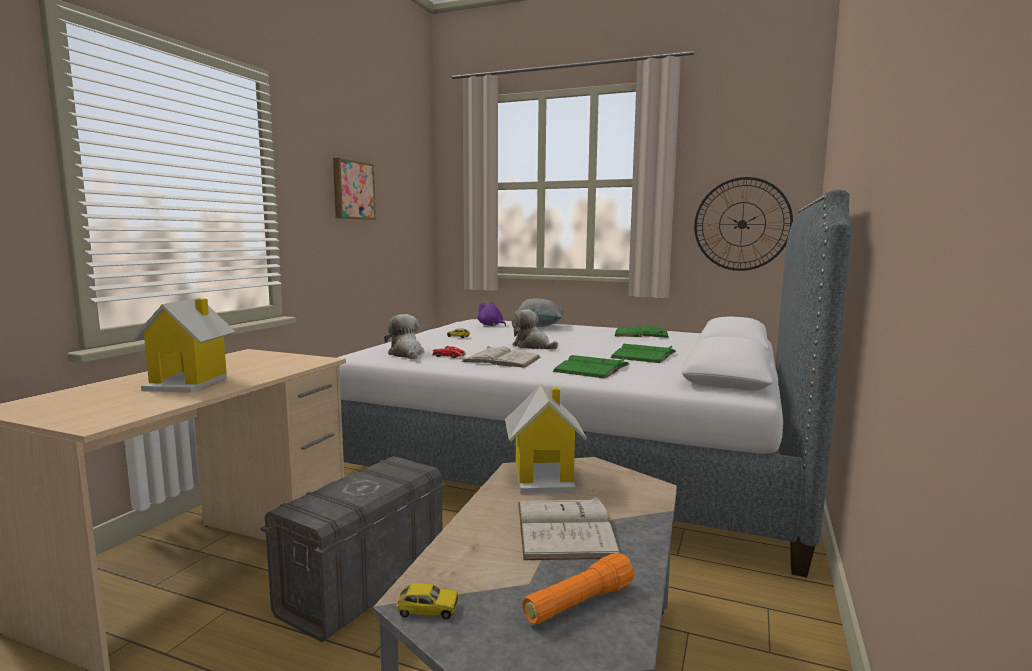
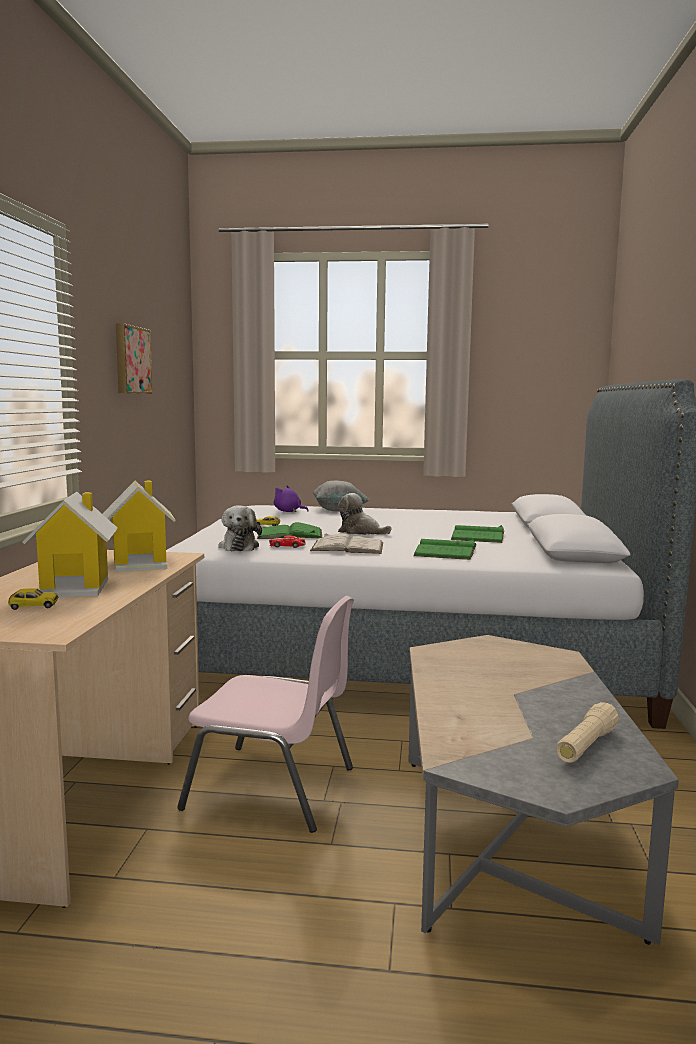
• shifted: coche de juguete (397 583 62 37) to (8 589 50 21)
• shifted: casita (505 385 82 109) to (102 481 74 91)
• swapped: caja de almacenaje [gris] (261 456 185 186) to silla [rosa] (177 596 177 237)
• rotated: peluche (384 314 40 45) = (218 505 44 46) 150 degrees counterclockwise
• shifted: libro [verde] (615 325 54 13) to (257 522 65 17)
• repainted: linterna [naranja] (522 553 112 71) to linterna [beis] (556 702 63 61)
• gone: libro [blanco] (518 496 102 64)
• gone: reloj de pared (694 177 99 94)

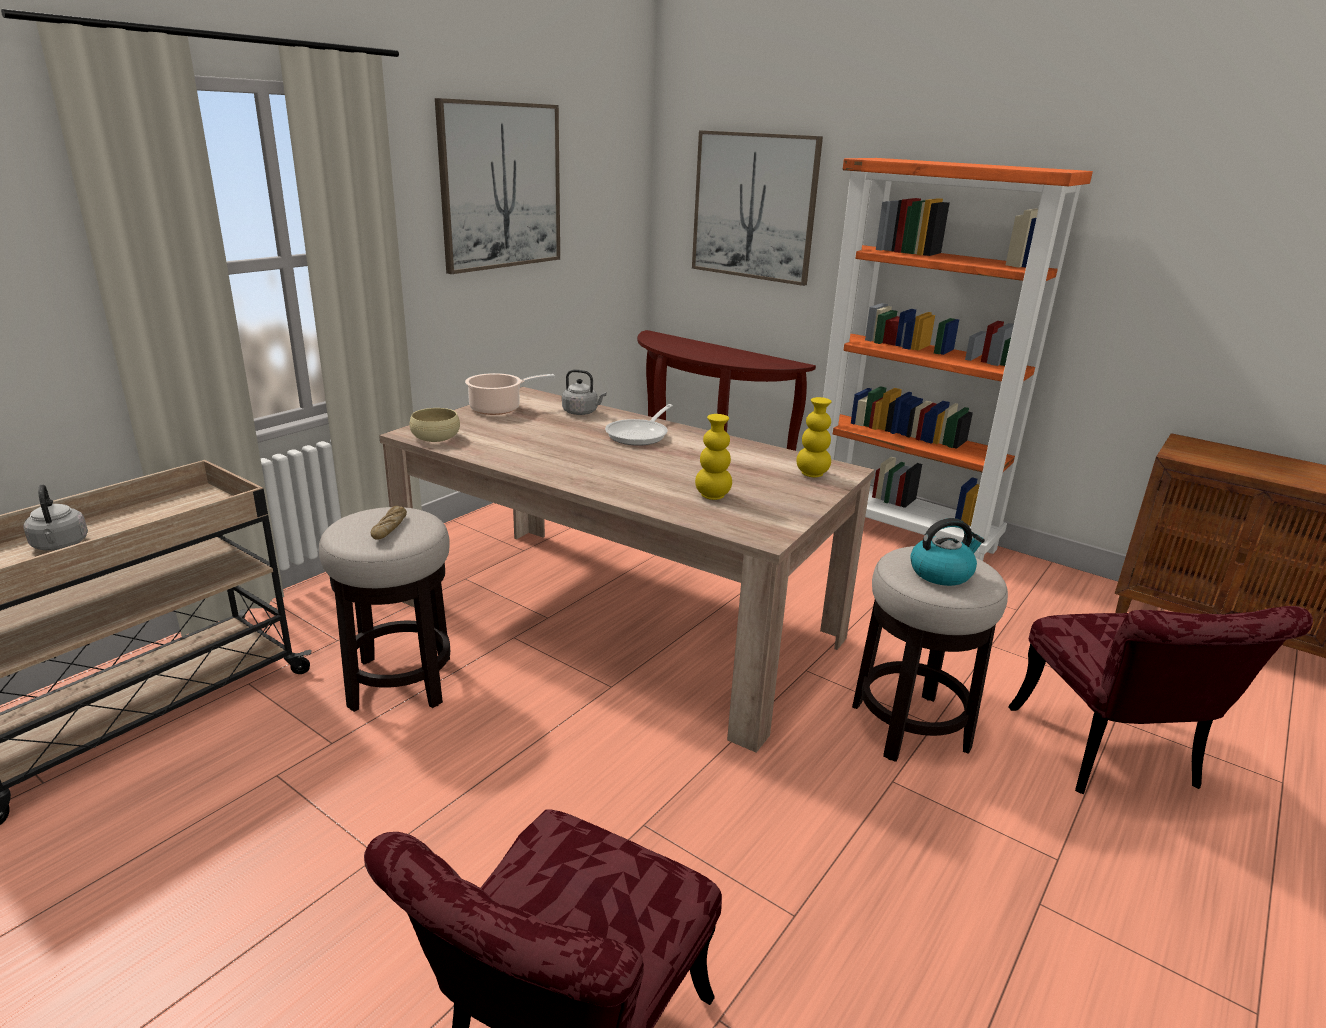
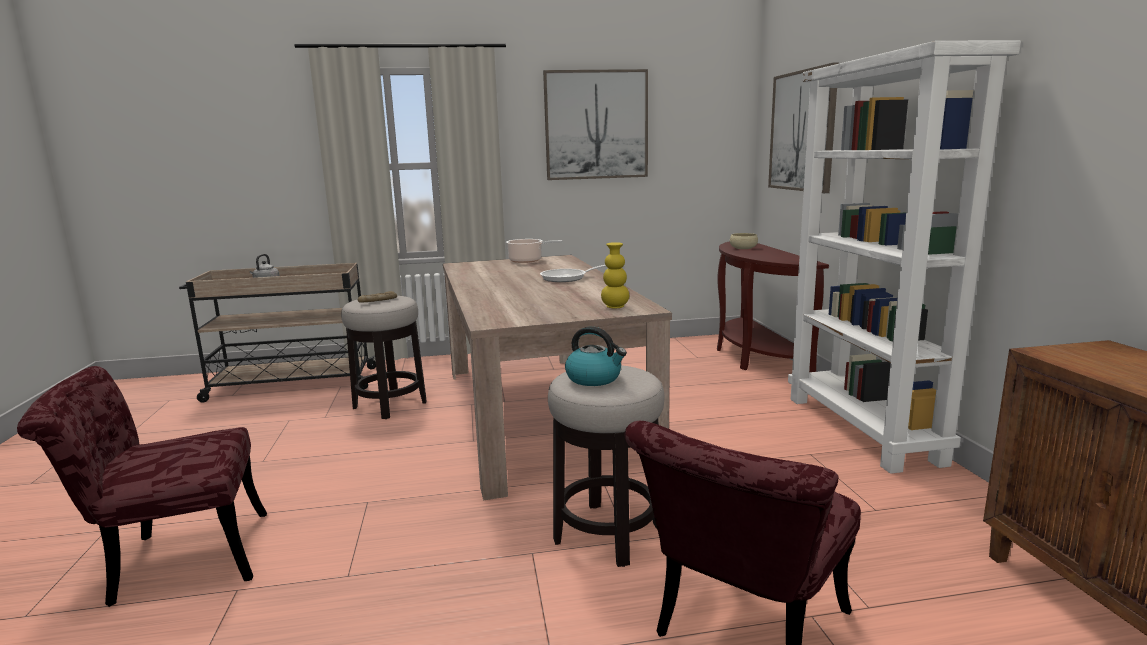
• shifted: cuenco [beis] (410 408 50 34) to (730 233 28 16)
• repainted: estantería [naranja] (823 158 270 403) to estantería [blanco] (788 41 233 433)
• gone: hervidor [gris] (562 369 44 46)
• gone: florero [amarillo] (695 414 37 86)

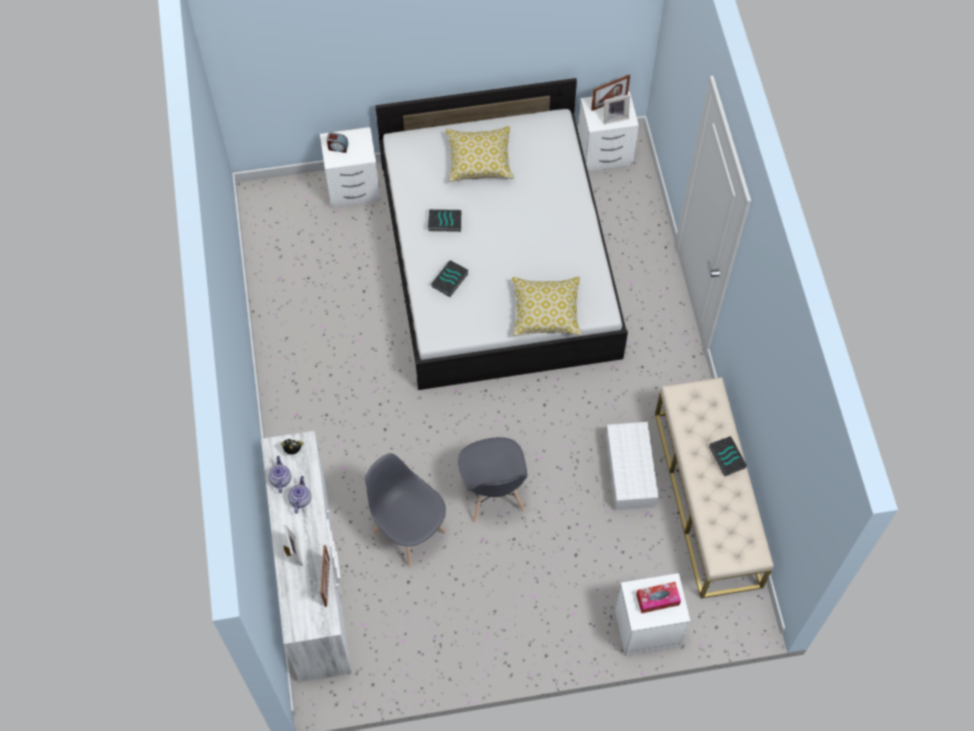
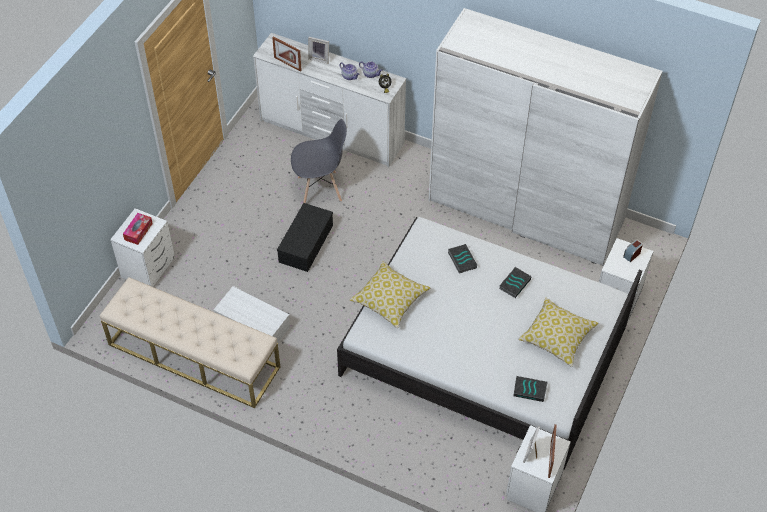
• swapped: silla [gris] (458 437 69 86) to caja de almacenaje [negro] (277 203 56 69)
• new: armario ropero [blanco] (428 8 235 258)
• shifted: libro (709 436 38 41) to (513 376 35 26)

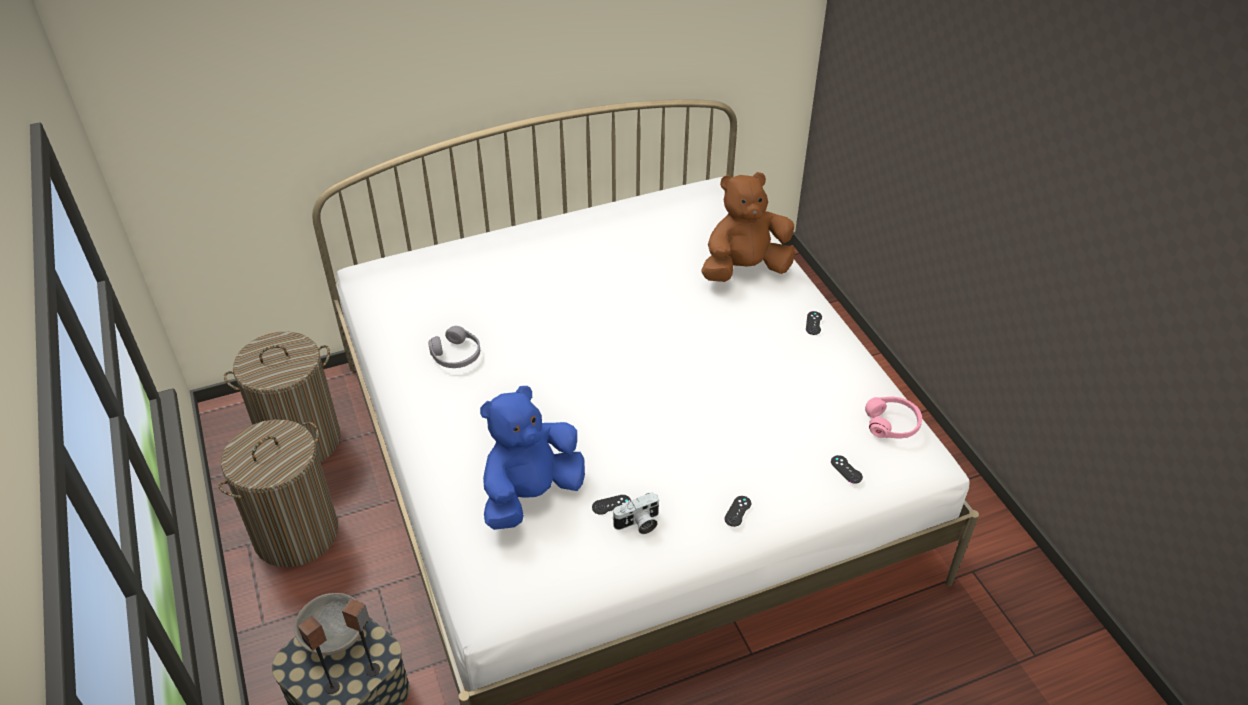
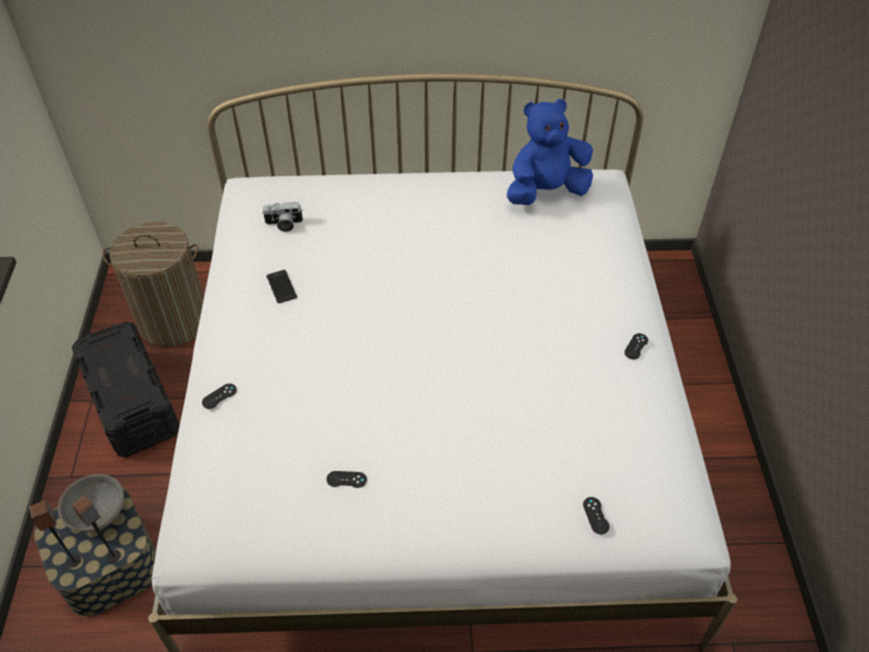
• swapped: cesto de la ropa (218 419 120 148) to caja de almacenaje [negro] (72 322 107 136)
• shifted: mando de consola [negro] (724 496 27 31) to (202 384 35 25)
• shifted: cámara (612 492 48 42) to (262 202 41 30)
• swapped: auriculares [gris] (428 326 52 42) to móvil (266 270 31 33)
• shifted: peluche [azul] (480 386 105 144) to (507 99 86 106)
• gone: peluche [marrón] (701 172 94 110)
• gone: auriculares [rosa] (865 397 57 42)

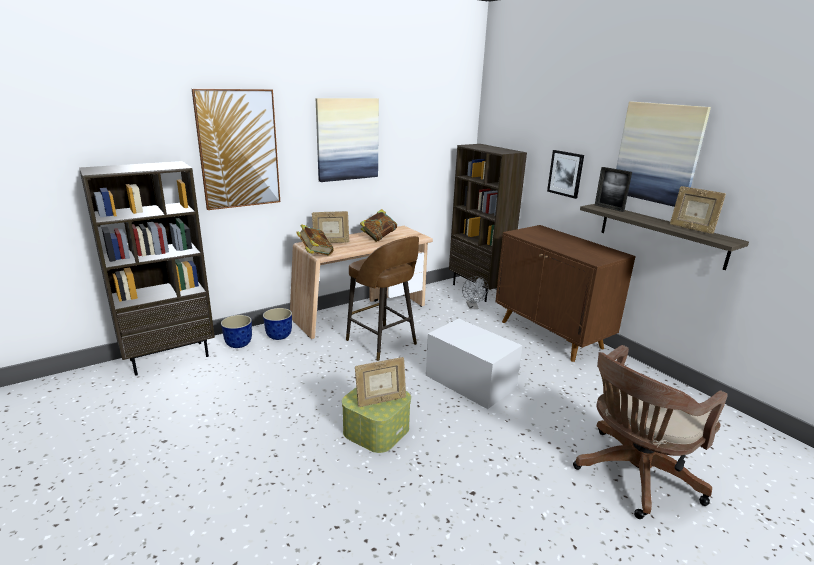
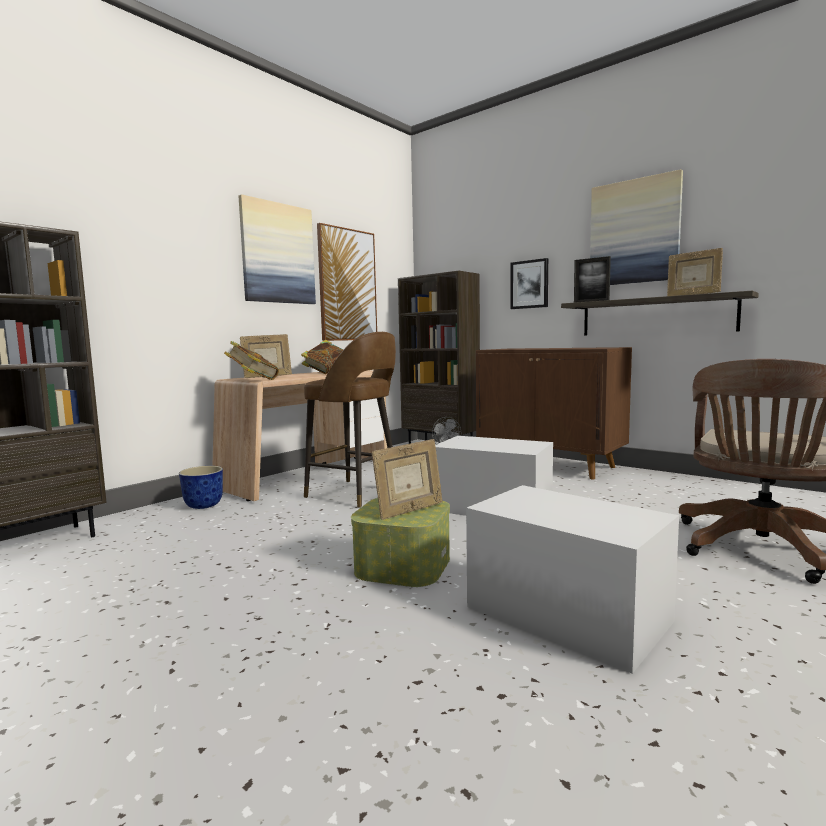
• shifted: cuadro (192 89 88 121) to (317 223 60 118)
• new: caja de almacenaje [blanco] (466 485 213 189)
• gone: maceta (221 315 31 33)

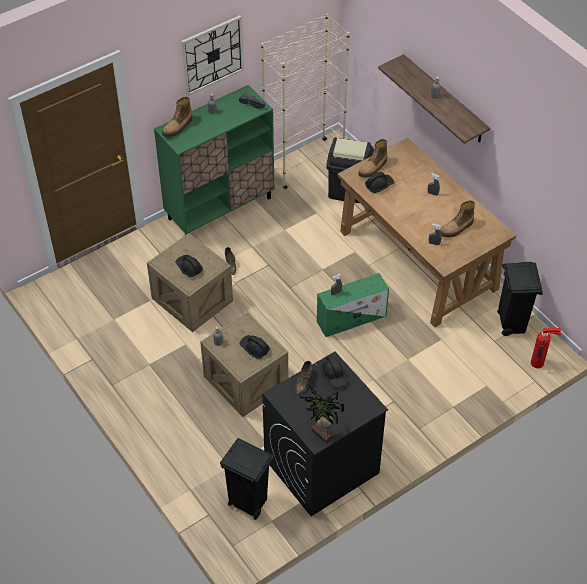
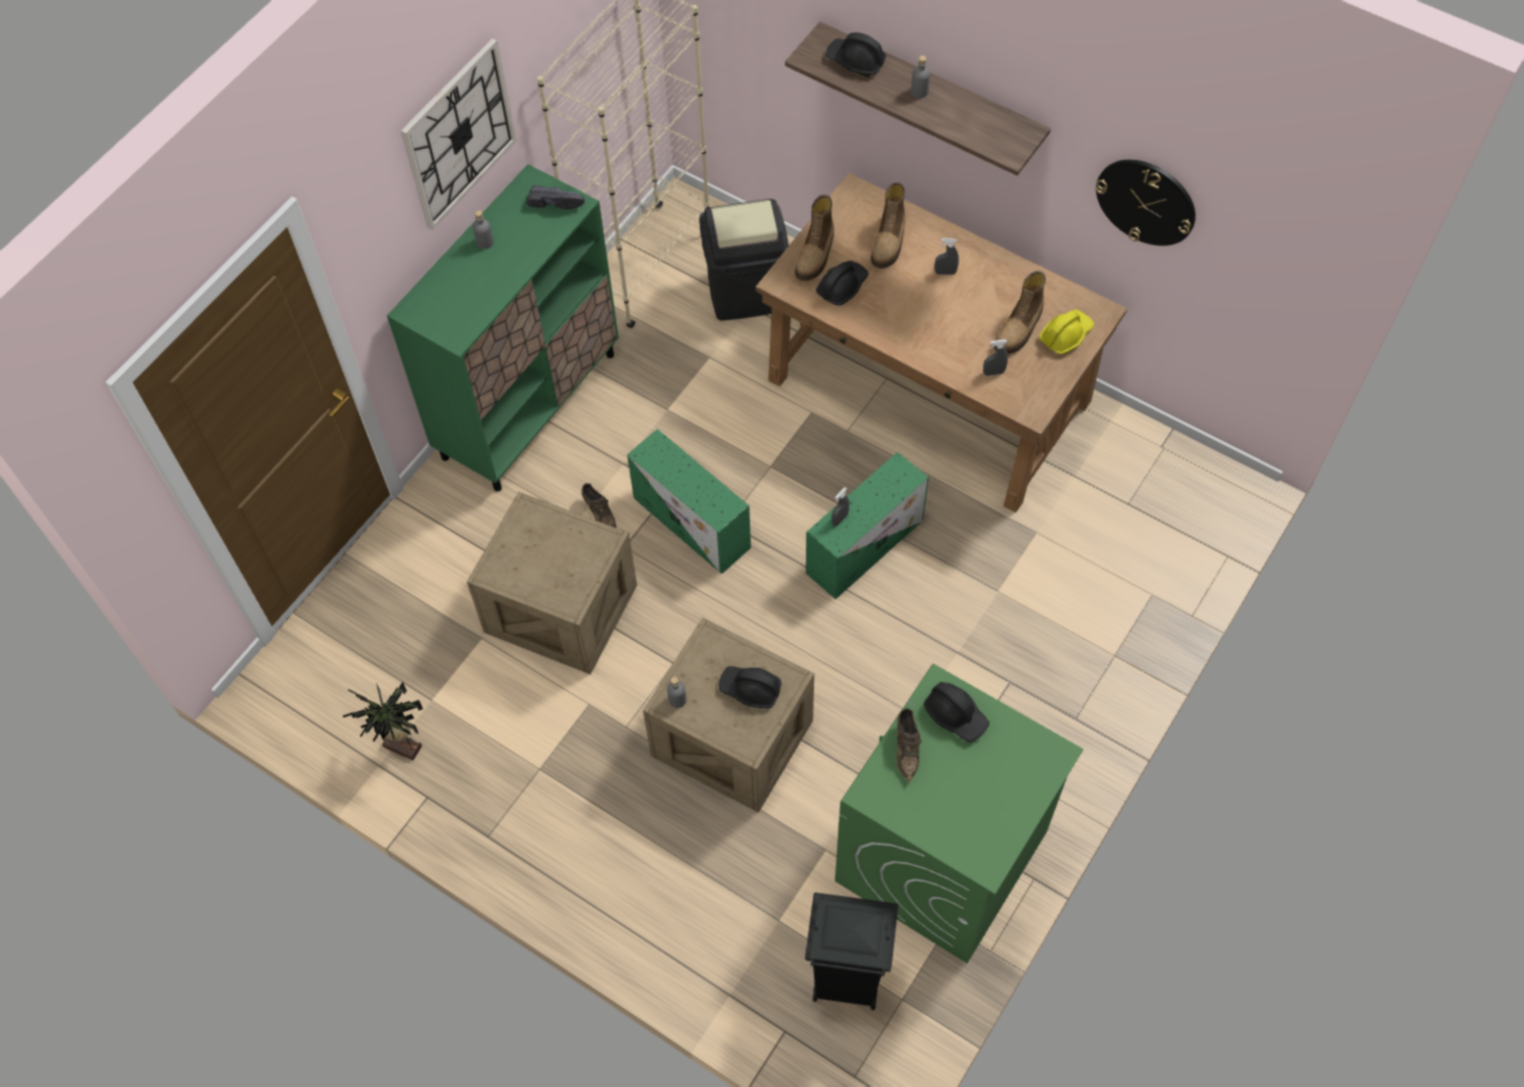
• shifted: planta en maceta (300 384 44 59) to (343 682 80 78)
• new: caja de almacenaje [verde] (627 429 124 145)
• shifted: casco [negro] (175 255 28 22) to (825 32 61 45)
• repainted: lavadora [negro] (262 352 126 164) to lavadora [verde] (835 664 249 299)
• shifted: bota (162 97 31 40) to (871 182 34 86)
• new: casco [amarillo] (1039 310 55 45)
• new: reloj de pared (1095 160 101 86)
• gone: papelera [negro] (497 262 46 74)
• gone: extintor (531 328 30 40)

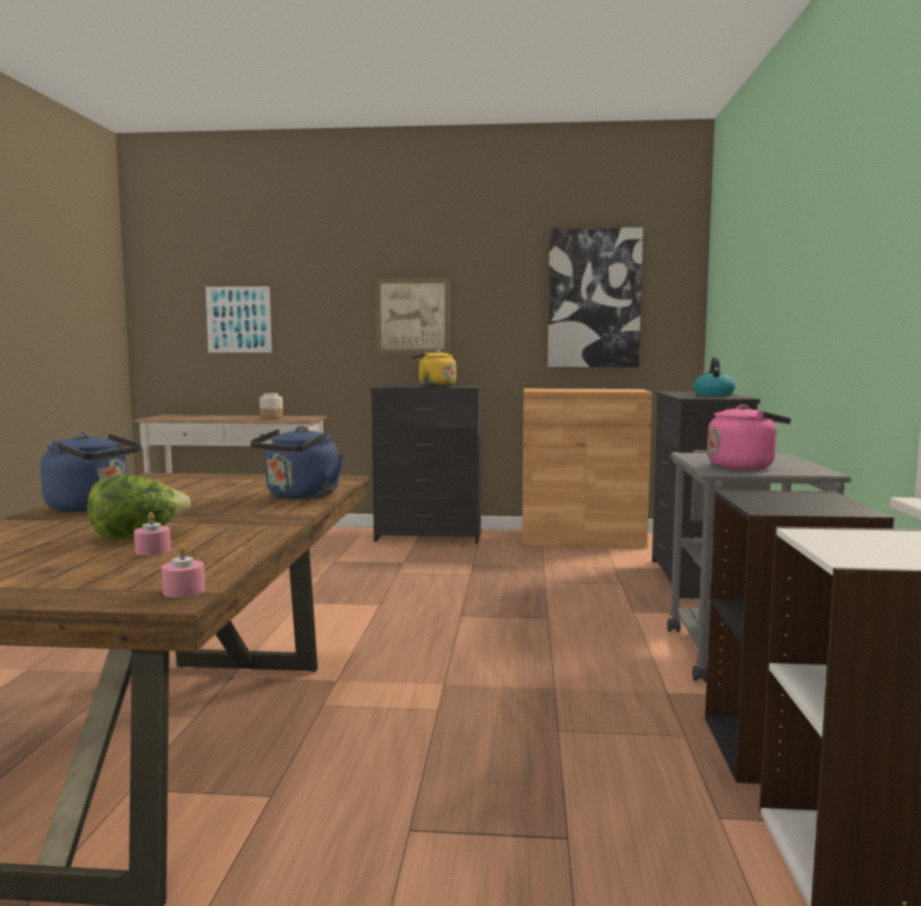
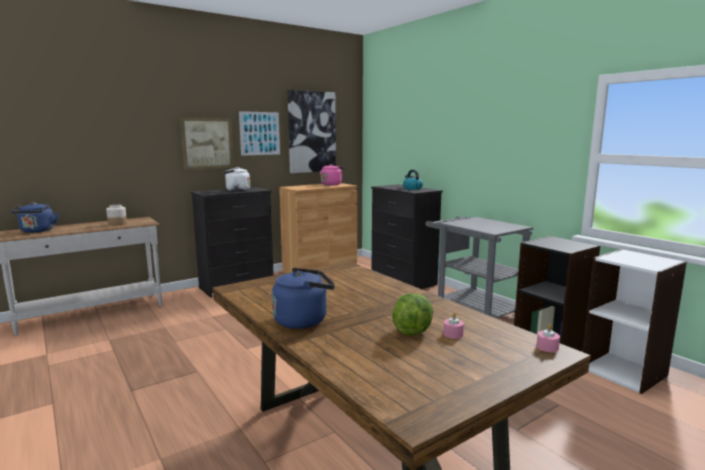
• shifted: hervidor [azul] (250 426 93 74) to (11 202 48 31)
• repainted: hervidor [amarillo] (412 350 44 37) to hervidor [blanco] (222 167 28 24)
• shifted: cuadro (206 286 66 67) to (239 111 41 45)
• shifted: hervidor [rosa] (707 404 84 66) to (320 164 26 21)

